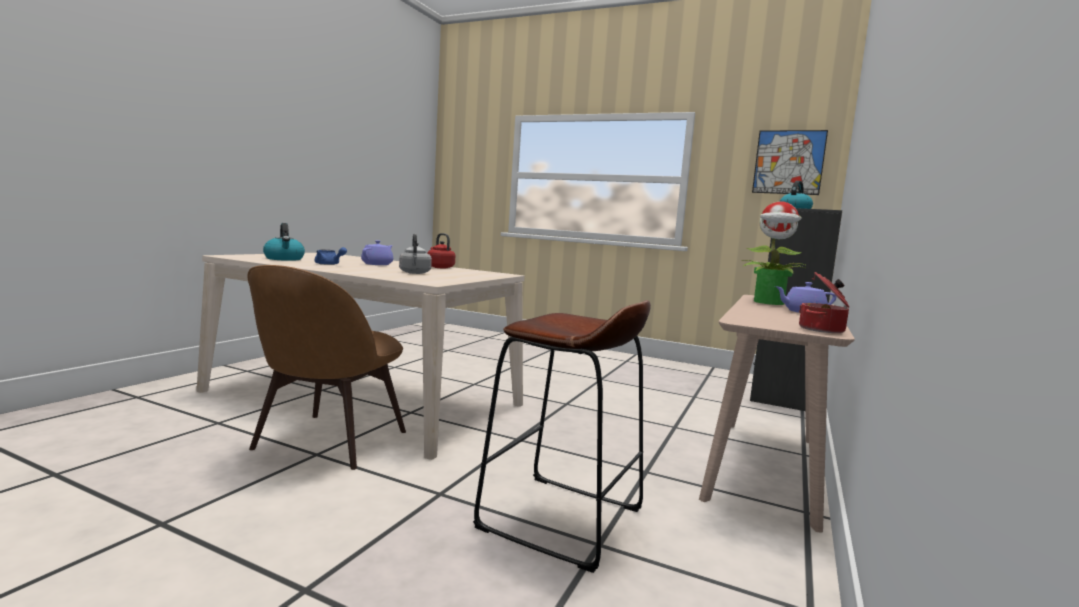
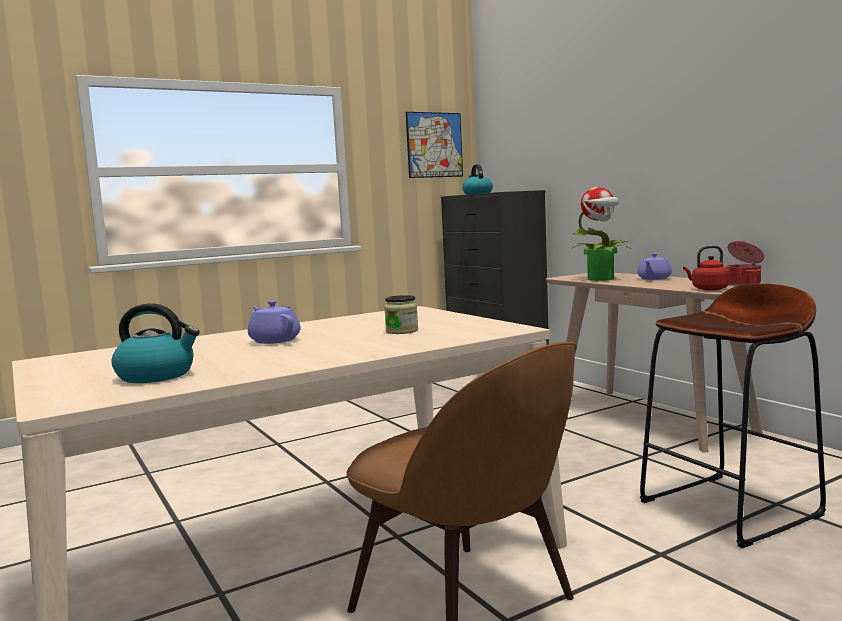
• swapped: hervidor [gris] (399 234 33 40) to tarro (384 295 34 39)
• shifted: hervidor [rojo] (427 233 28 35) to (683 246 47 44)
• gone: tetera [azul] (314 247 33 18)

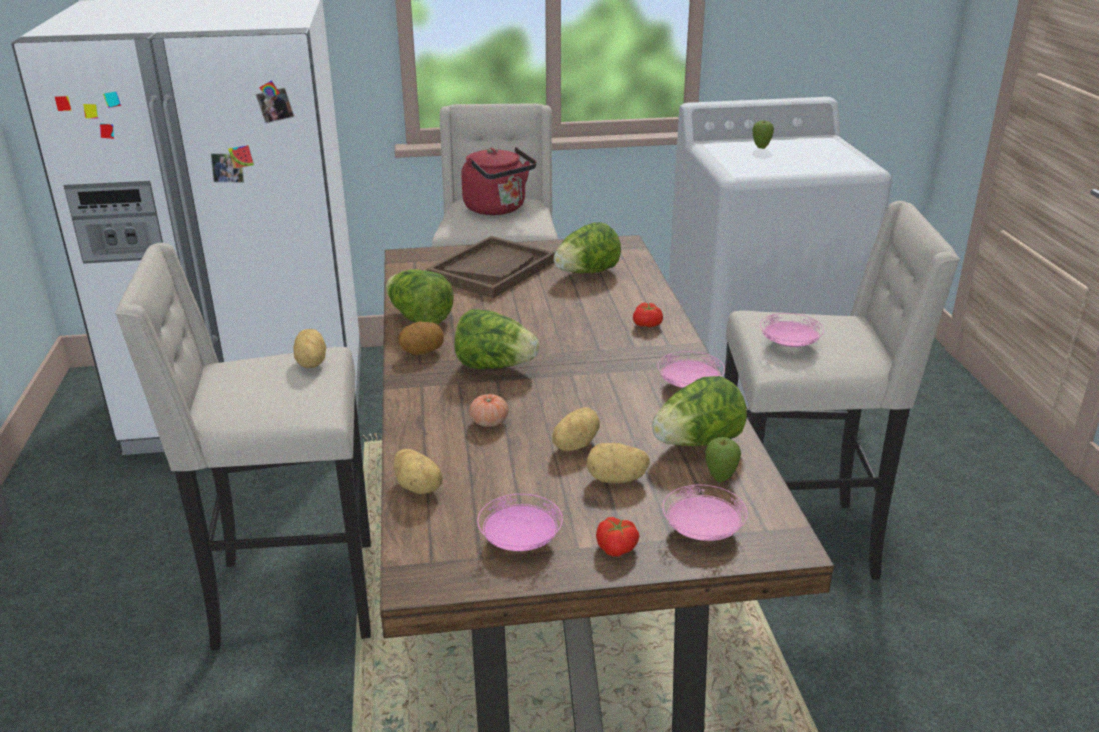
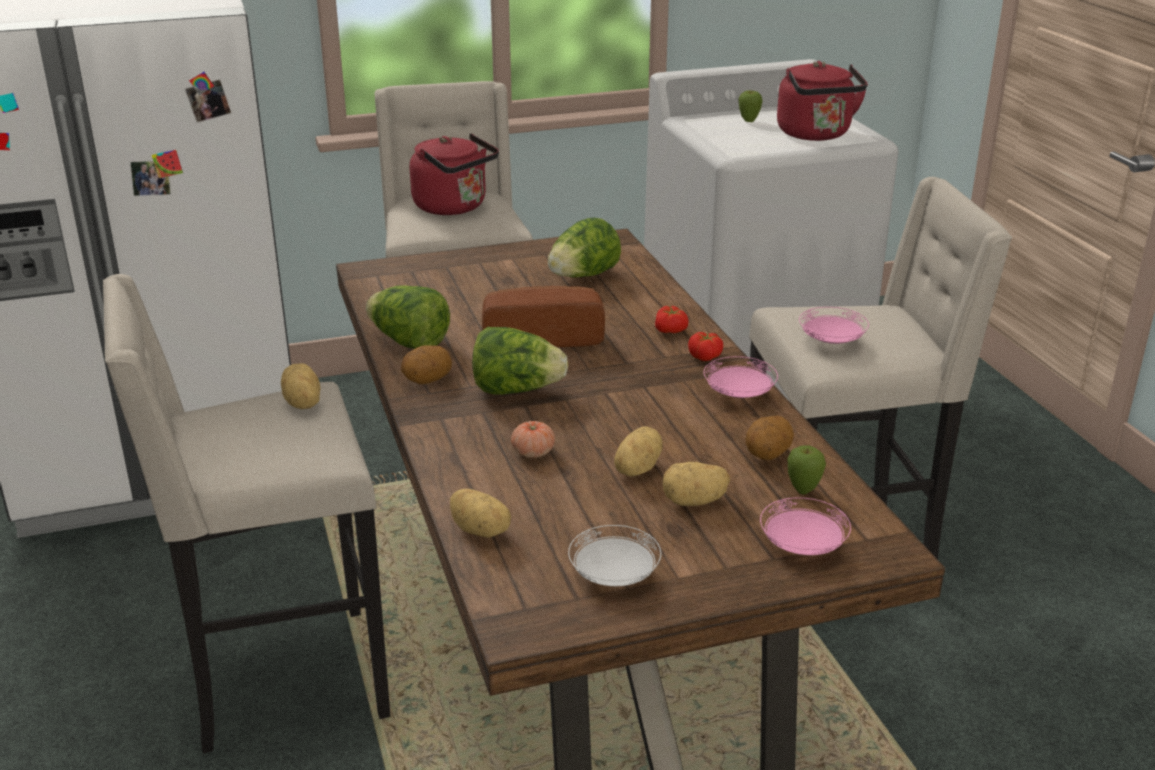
• new: pan (482 286 123 61)
• repainted: plato [rosa] (477 494 86 57) to plato [blanco] (568 525 93 61)
• shifted: tomate (596 517 43 40) to (688 332 35 29)
• swapped: lechuga (652 376 95 70) to patata (745 416 49 45)
• new: hervidor [rojo] (777 61 91 80)
• gone: bandeja [marrón] (427 236 128 62)

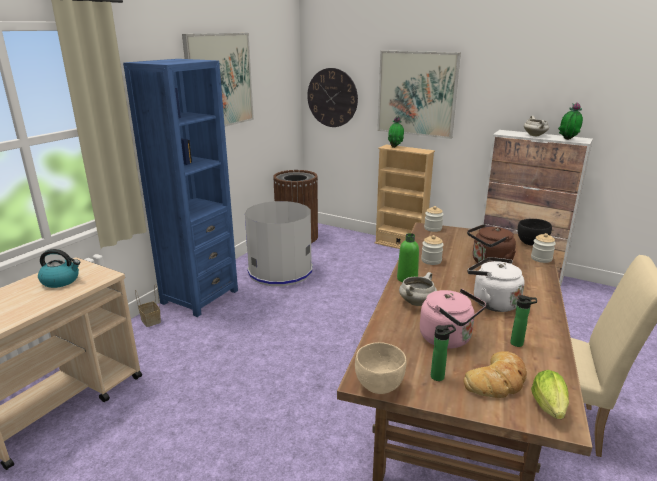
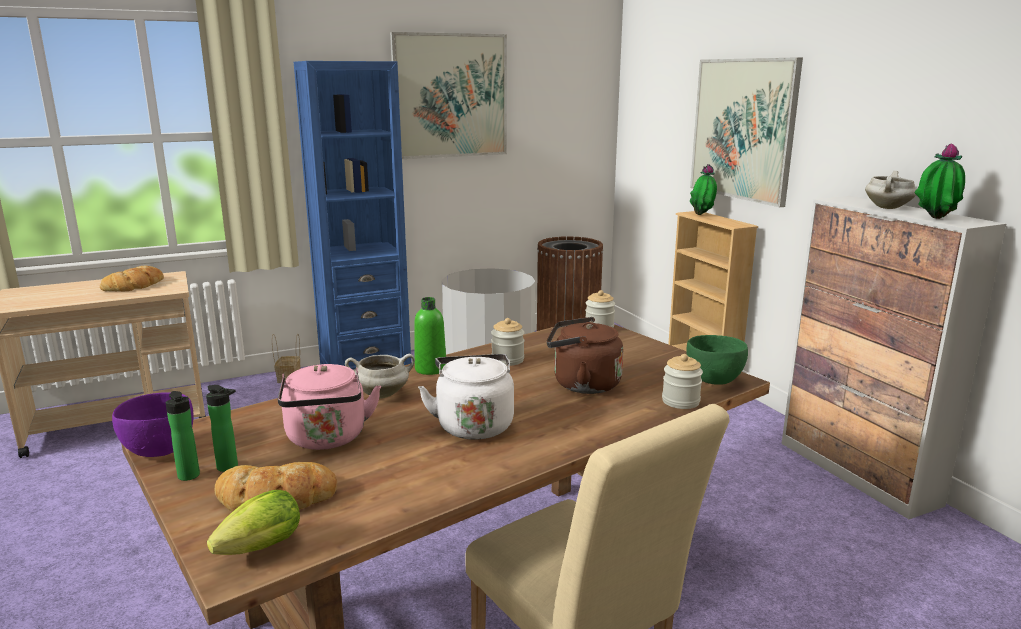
• swapped: hervidor (38 249 42 39) to pan (100 266 64 25)
• repainted: cuenco [beis] (355 342 51 52) to cuenco [morado] (112 393 82 64)
• shifted: botella (510 295 27 52) to (165 391 35 90)
• repainted: cuenco [negro] (518 219 34 27) to cuenco [verde] (686 335 62 50)
• gone: reloj de pared (307 68 51 59)

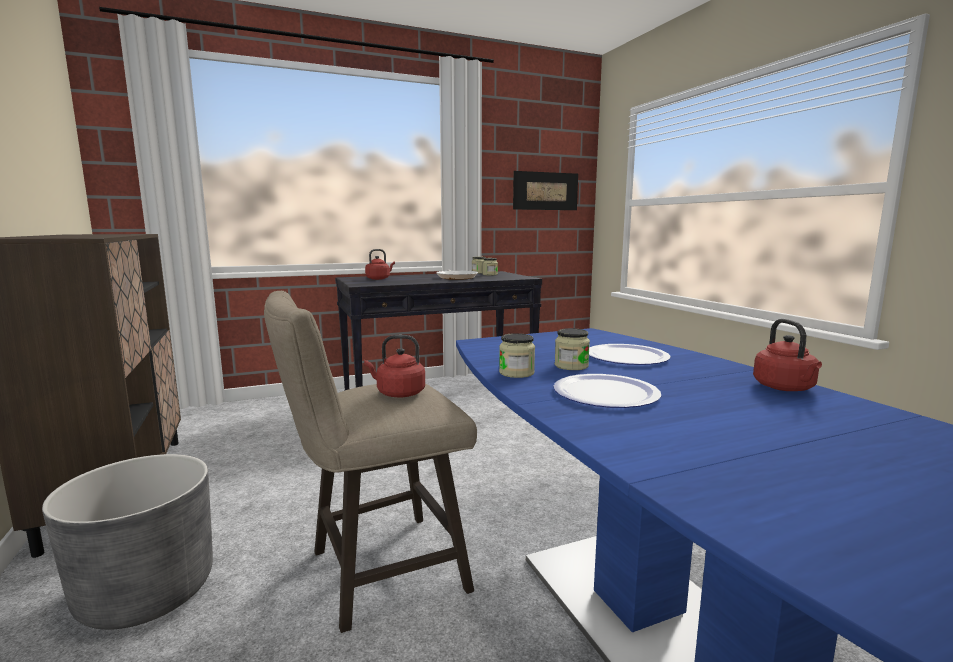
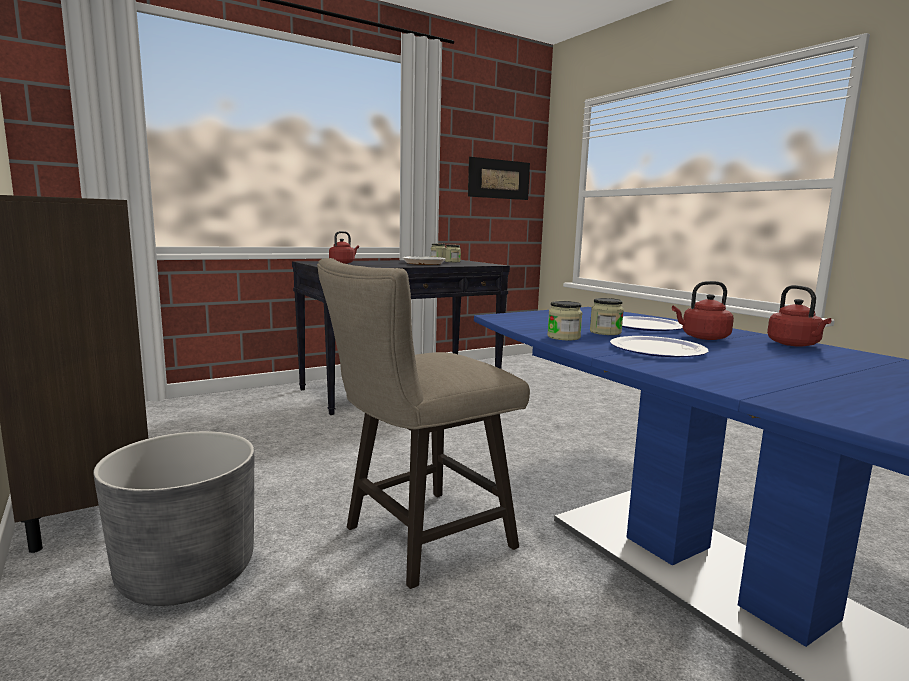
• shifted: hervidor [rojo] (364 335 61 63) to (672 281 62 59)

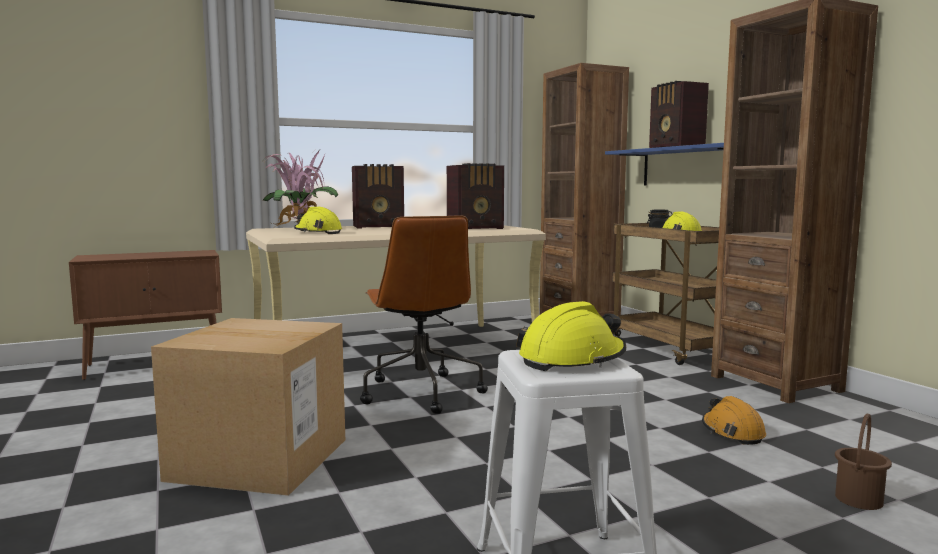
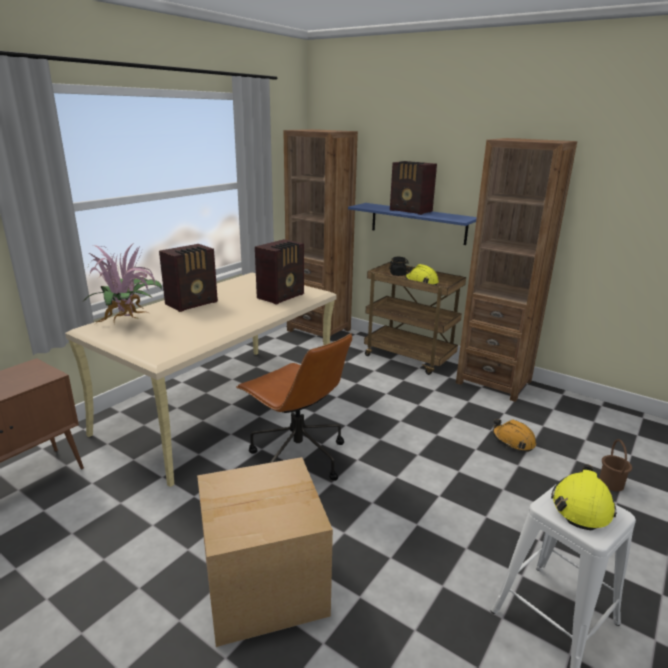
• gone: casco [amarillo] (294 207 48 27)

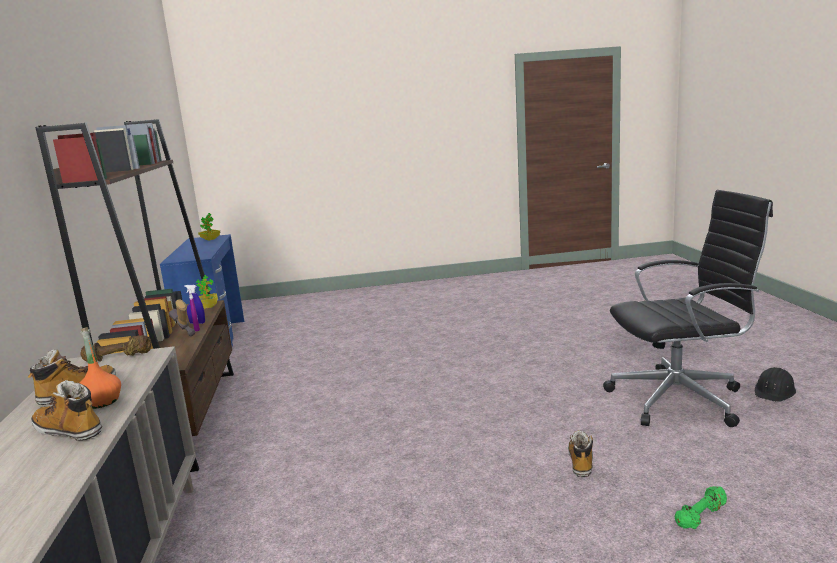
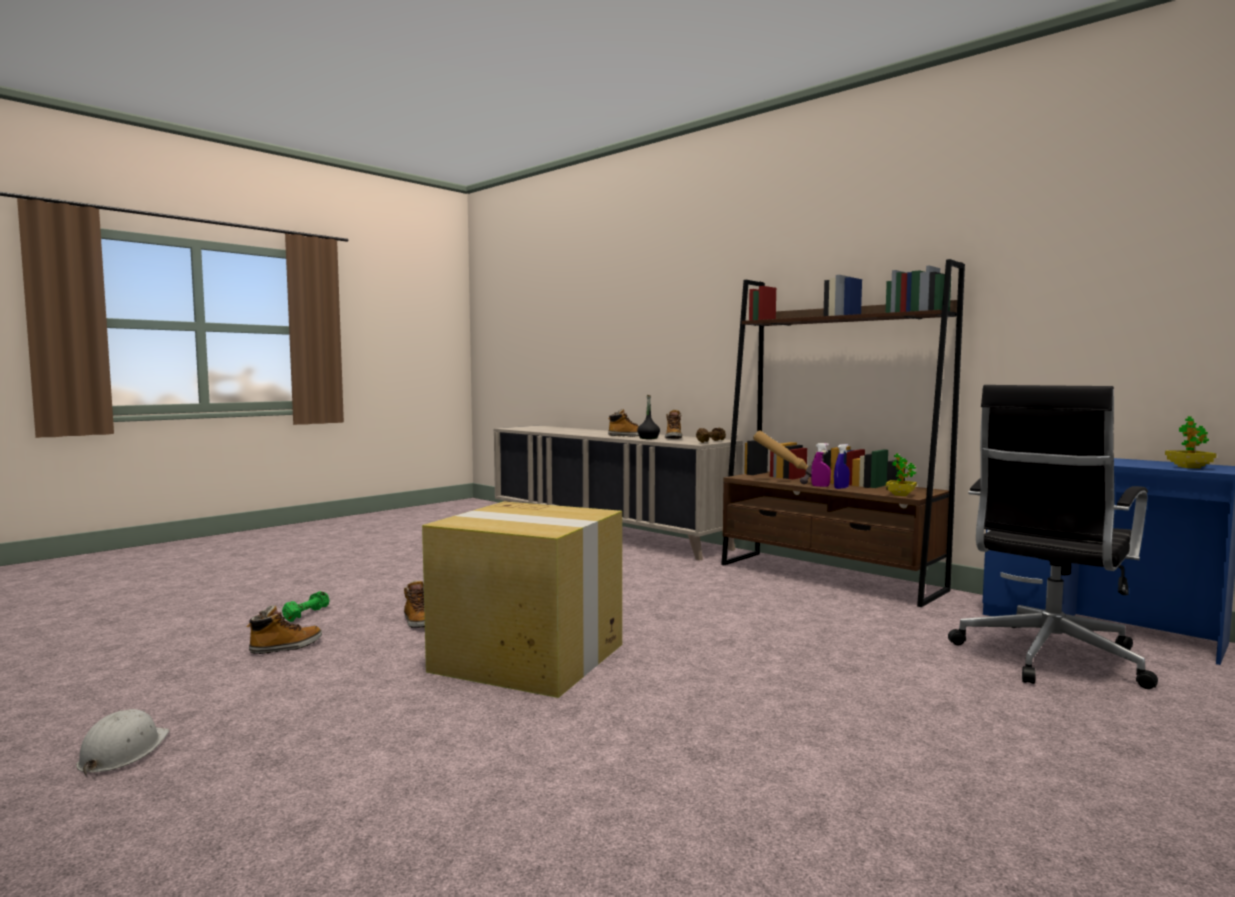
• repainted: casco [negro] (755 367 41 35) to casco [blanco] (76 709 93 68)
• new: bota (247 605 75 49)
• new: caja de cartón (422 501 200 197)
• repainted: botella [naranja] (80 327 41 82) to botella [negro] (637 395 23 44)
• shifted: silla de oficina [negro] (603 190 170 237) to (948 385 210 304)

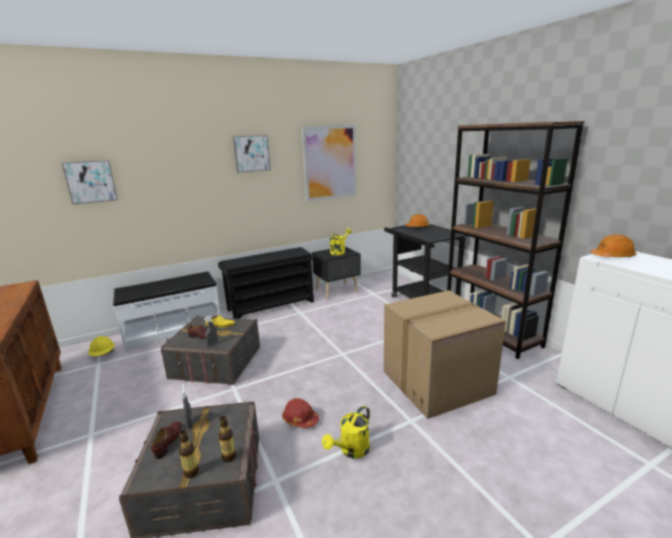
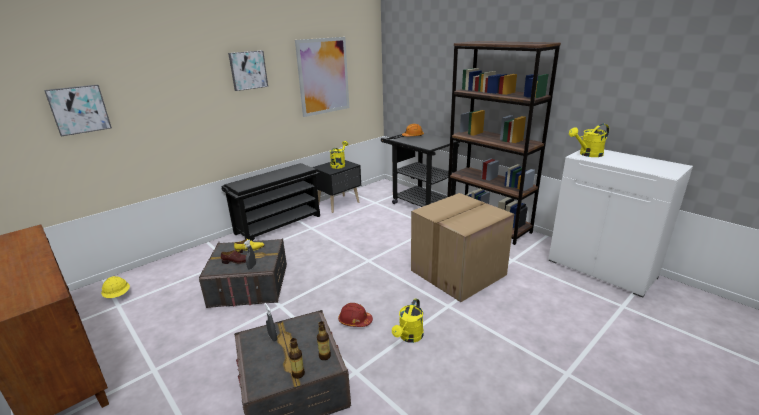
• swapped: casco [naranja] (590 234 47 24) to regadera [amarillo] (569 124 40 33)
• gone: banco [blanco] (113 271 108 81)
• gone: zapato [marrón] (151 421 30 38)

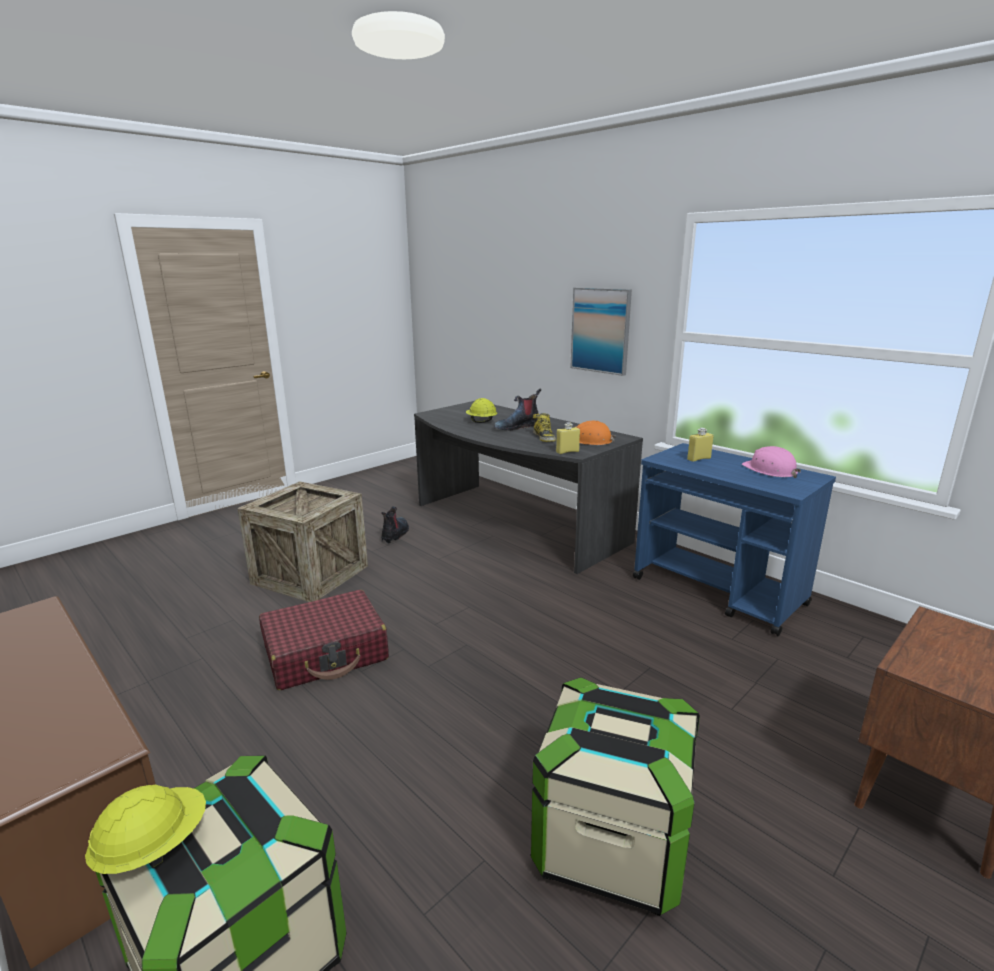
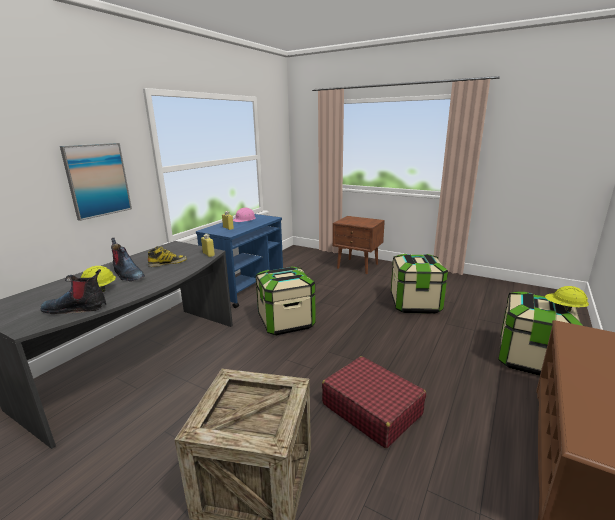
• shifted: bota (381 506 28 38) to (40 269 66 45)
• new: caja de almacenaje (256 267 60 69)
• gone: casco [naranja] (576 421 40 24)

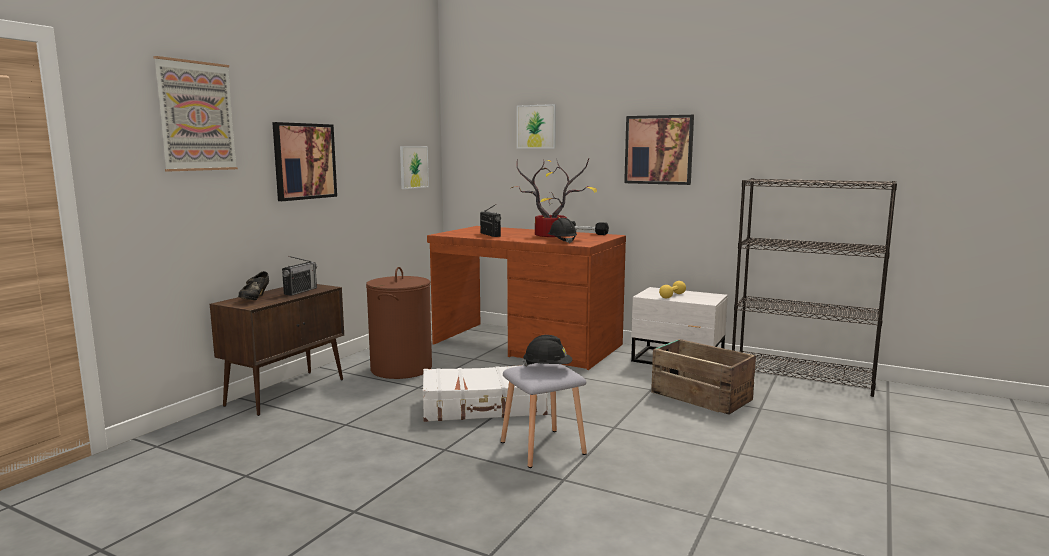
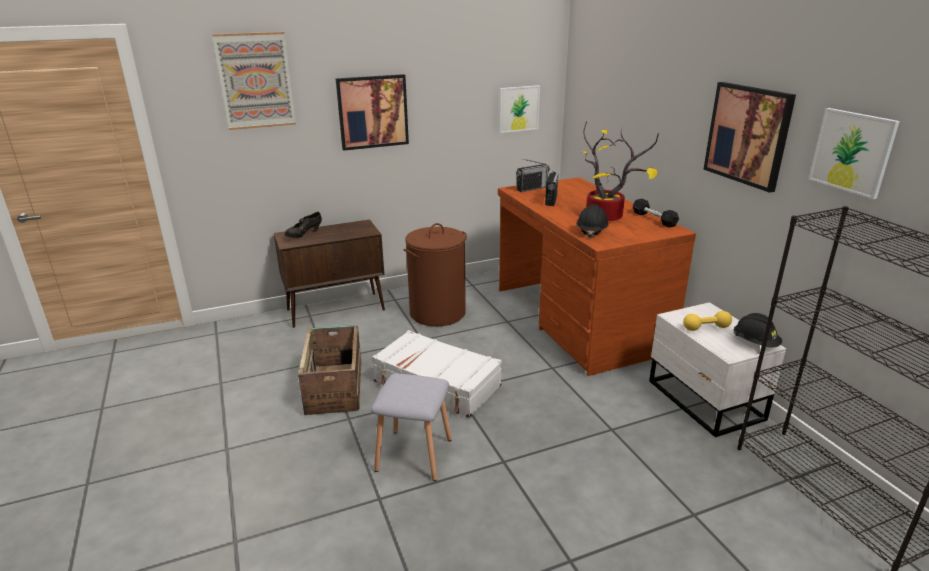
• shifted: caja de embalaje (651 339 105 76) to (298 325 63 90)
• shifted: radio (282 256 35 40) to (516 159 34 33)
• shifted: casco [negro] (522 335 50 32) to (733 313 49 35)
• shifted: cuadro (517 104 39 45) to (809 108 91 91)

